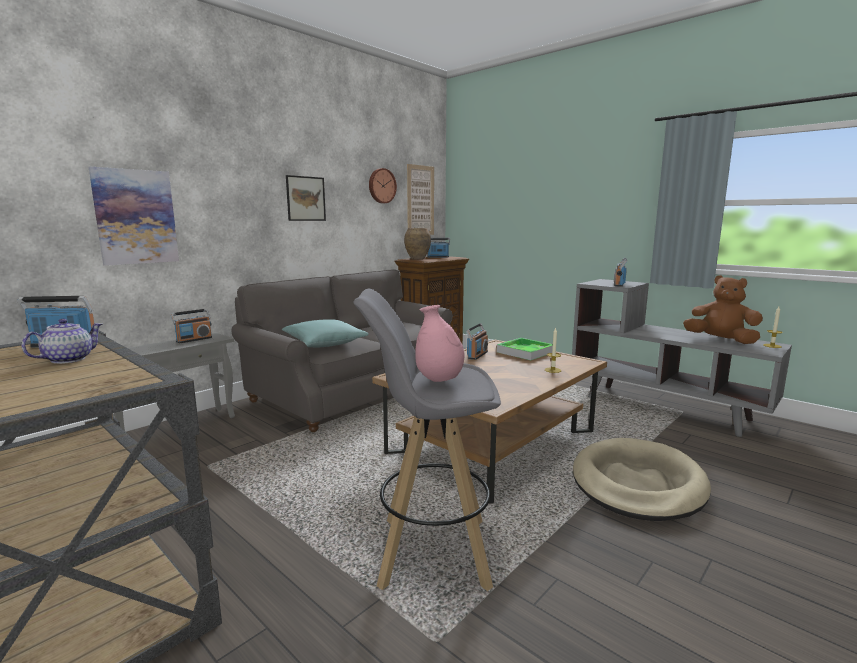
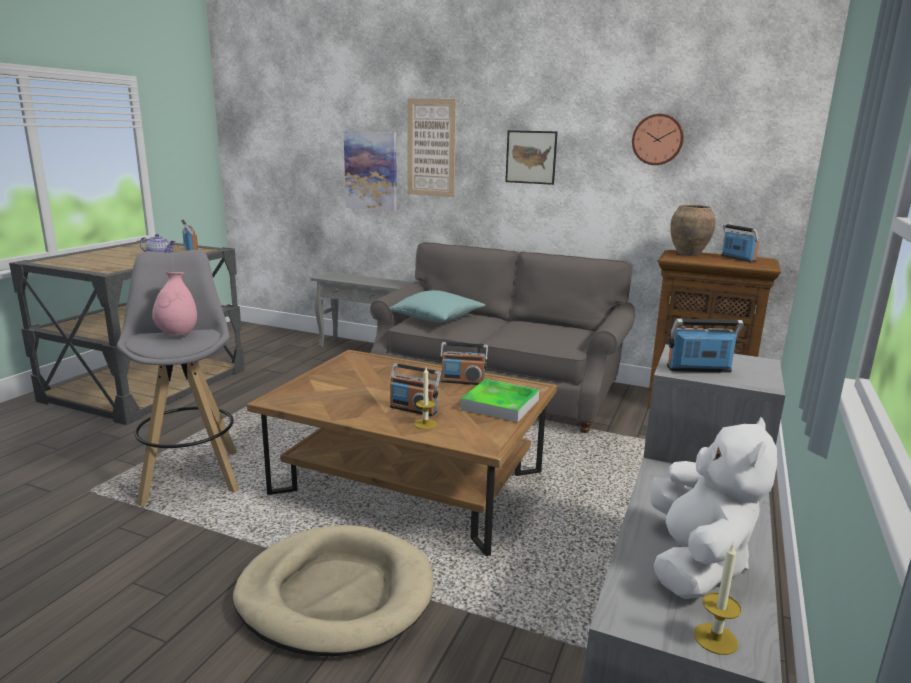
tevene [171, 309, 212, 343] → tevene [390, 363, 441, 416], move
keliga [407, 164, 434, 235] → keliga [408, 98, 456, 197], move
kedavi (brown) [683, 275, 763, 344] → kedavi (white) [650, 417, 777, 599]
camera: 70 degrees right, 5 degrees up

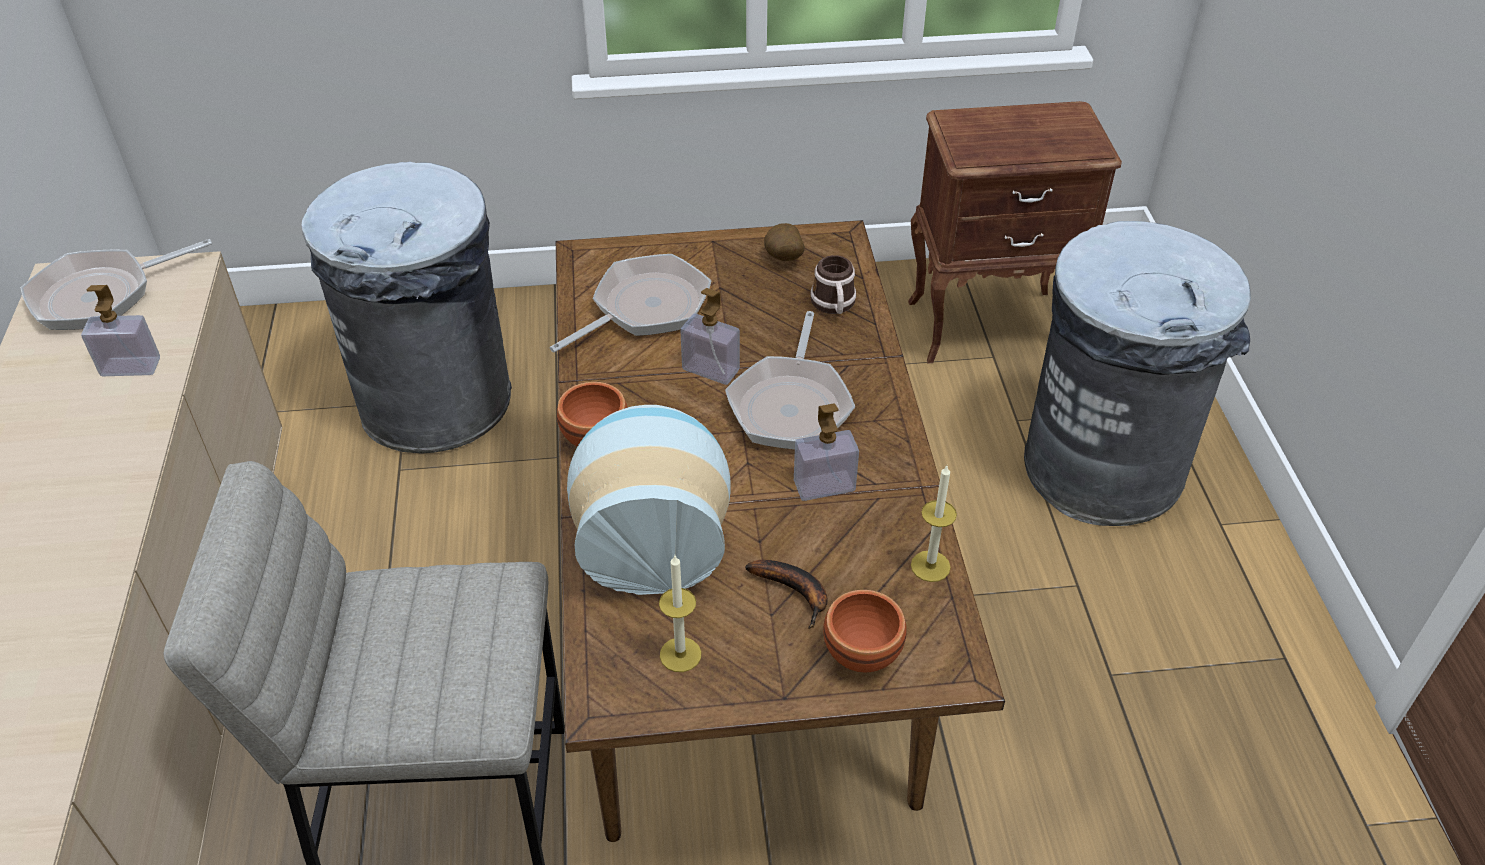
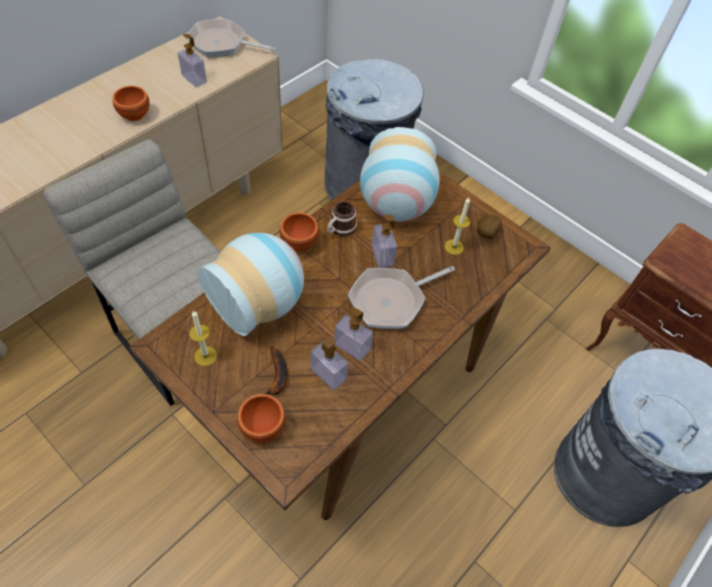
- → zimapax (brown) [113, 86, 150, 121]
- → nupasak [311, 336, 348, 390]
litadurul [810, 255, 856, 314] → litadurul [327, 201, 357, 236], move
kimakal [550, 254, 711, 352] → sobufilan [360, 127, 440, 222]
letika [911, 466, 957, 582] → letika [444, 197, 470, 255], move
camera: 45 degrees right, 10 degrees up

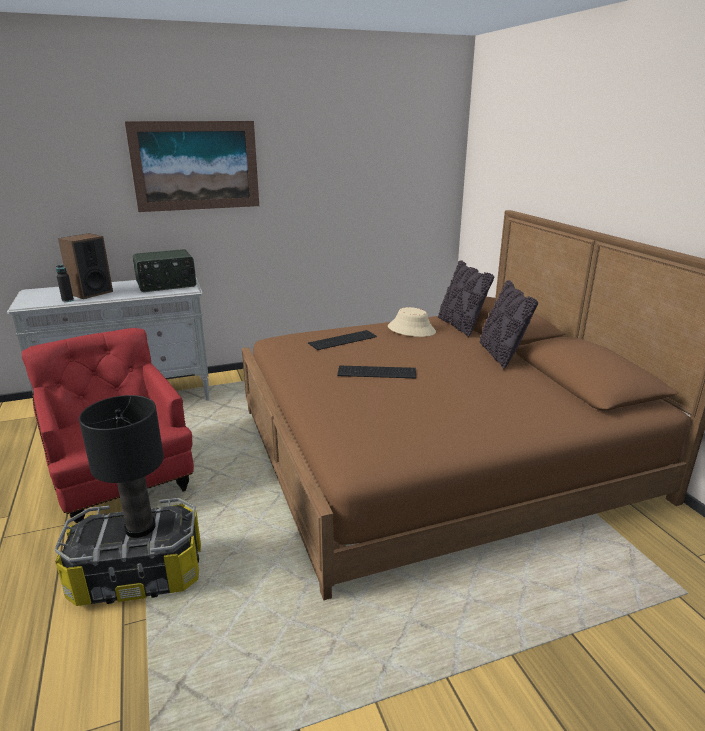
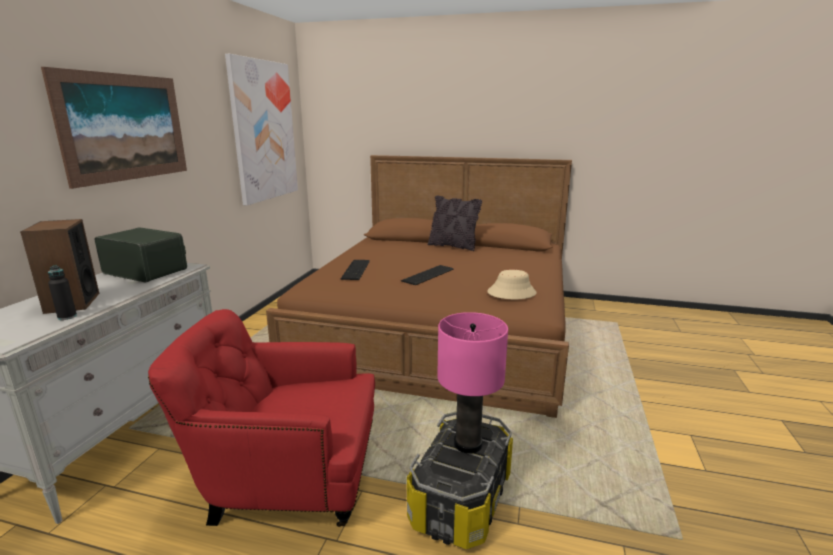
tevene [133, 249, 196, 292] → tevene [94, 227, 187, 282], 75 degrees counterclockwise
- → keliga [225, 54, 298, 205]
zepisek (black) [79, 395, 164, 538] → zepisek (pink) [437, 312, 508, 454]
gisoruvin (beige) [388, 307, 436, 337] → gisoruvin (beige) [487, 270, 537, 299], move
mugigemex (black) [438, 260, 494, 338] → -
camera: 55 degrees left, 5 degrees down

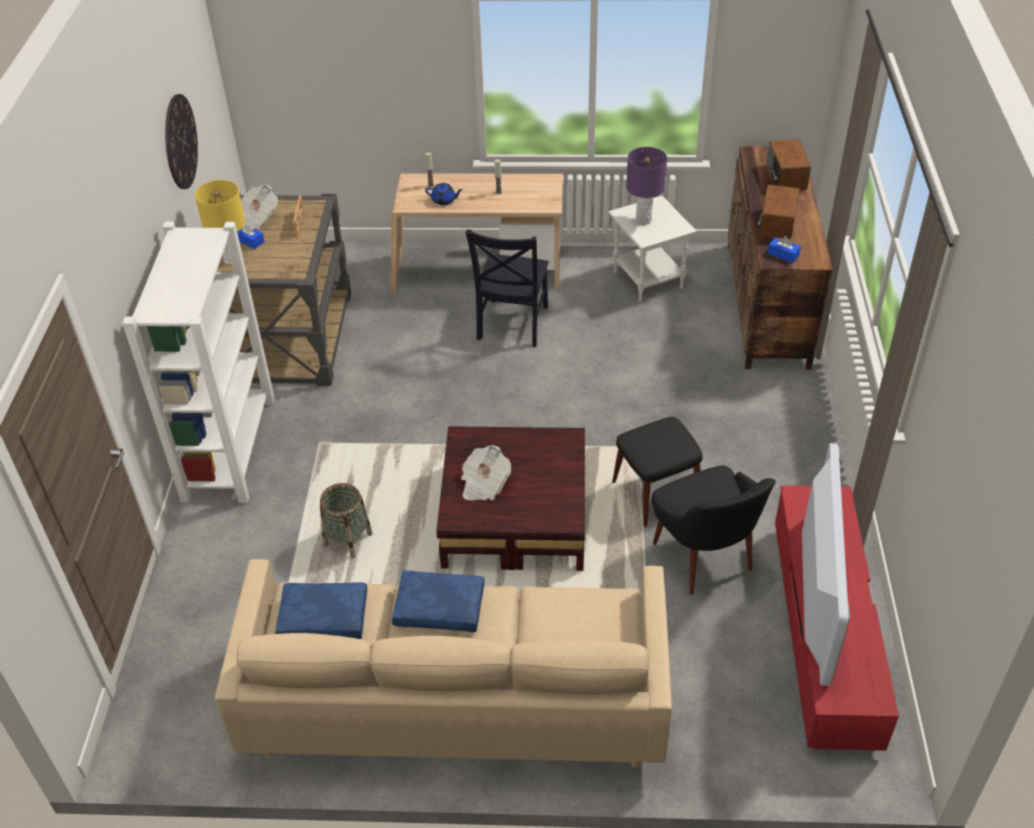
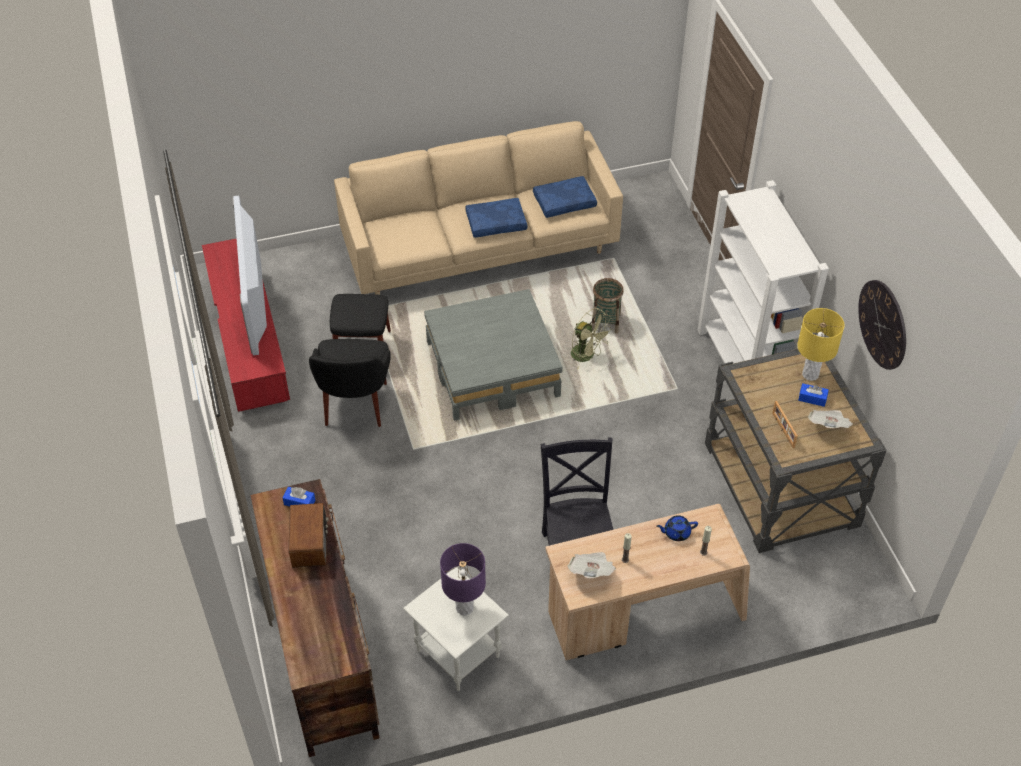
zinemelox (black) [612, 417, 776, 595] → zinemelox (black) [309, 294, 391, 427], 135 degrees counterclockwise
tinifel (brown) [436, 426, 585, 571] → tinifel (grey) [424, 289, 563, 421]
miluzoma [461, 445, 511, 501] → miluzoma [568, 552, 616, 578], move
- → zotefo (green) [571, 308, 613, 368]
tevene [766, 139, 811, 190] → -
camera: 160 degrees right, 5 degrees up

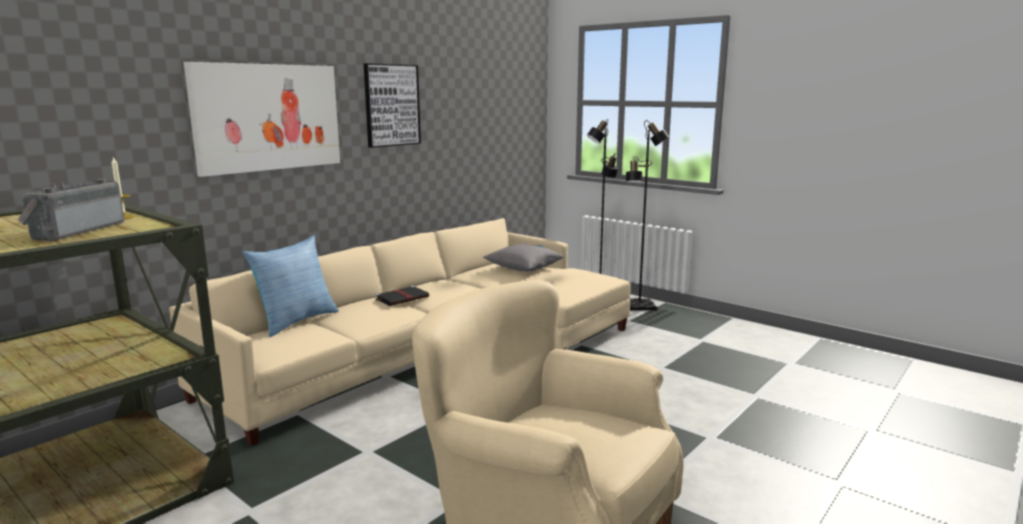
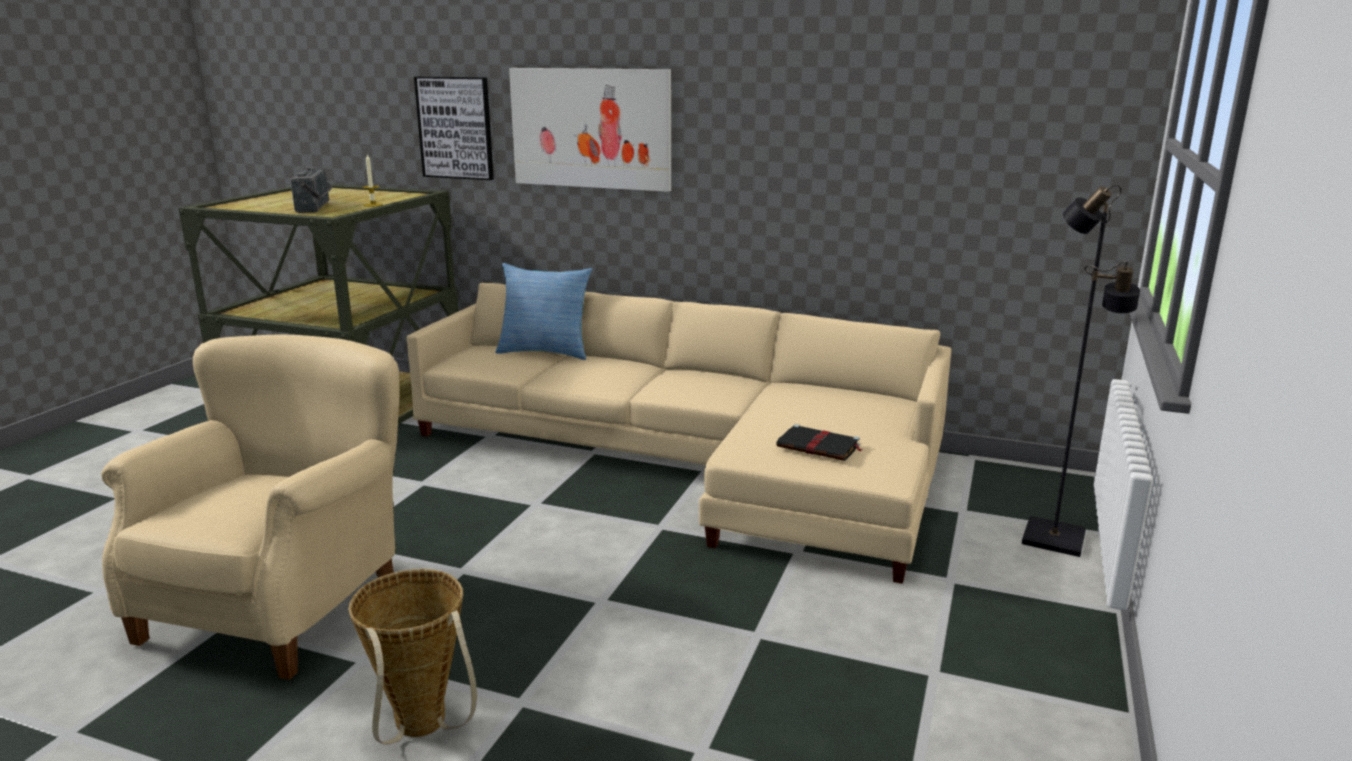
tevene [18, 179, 124, 241] → tevene [290, 167, 333, 213], 90 degrees clockwise
- → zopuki [349, 569, 477, 745]
keliga [364, 63, 421, 148] → keliga [414, 76, 494, 180], move
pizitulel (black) [375, 286, 429, 306] → pizitulel (black) [776, 424, 863, 461], move
mugigemex (grey) [483, 244, 564, 272] → -
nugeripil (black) [626, 120, 669, 311] → -
camera: 70 degrees right, 5 degrees up

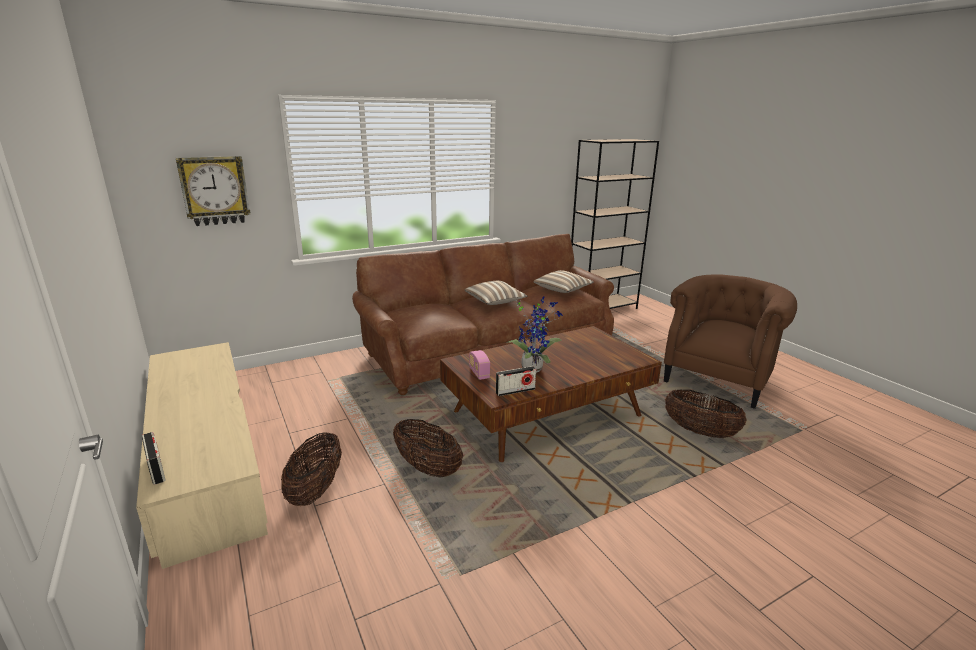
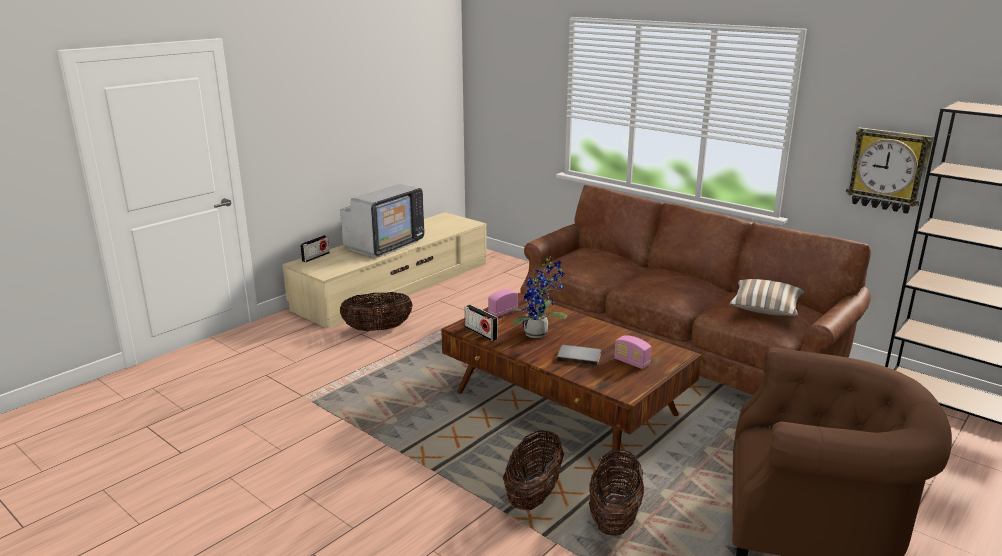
- → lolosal [340, 184, 424, 257]
zopuki [393, 419, 463, 477] → zopuki [503, 430, 564, 511], move
- → pizitulel (grey) [557, 345, 601, 366]
- → tevene [614, 335, 651, 369]
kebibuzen [176, 156, 250, 226] → kebibuzen [846, 127, 934, 214], move
mugigemex [465, 281, 527, 305] → -
camera: 70 degrees right, 0 degrees up

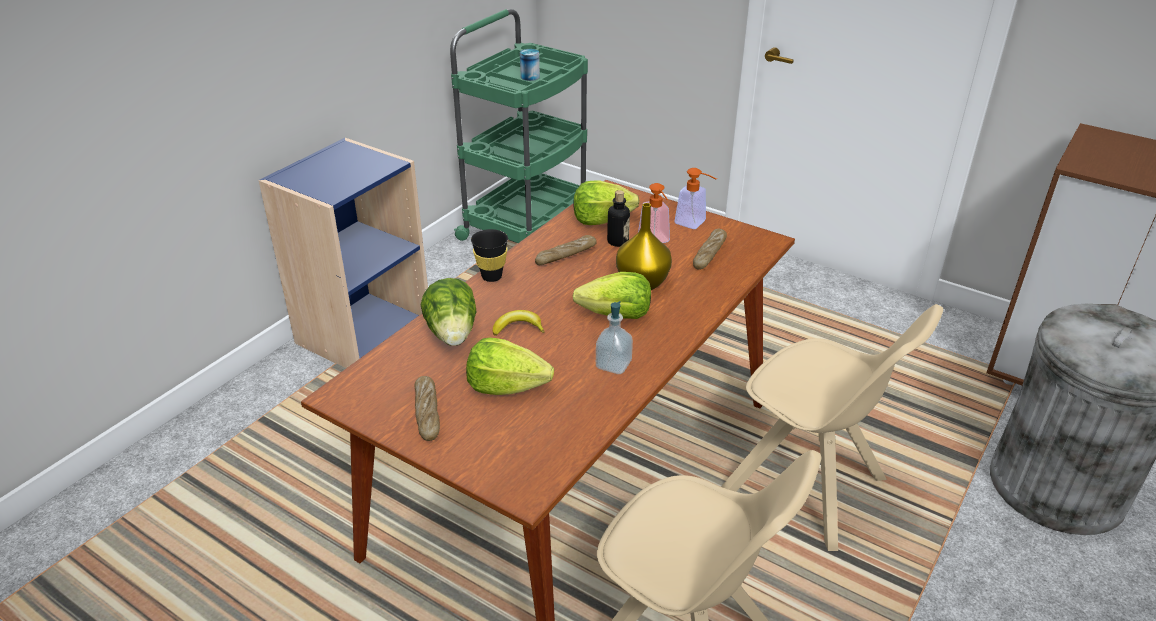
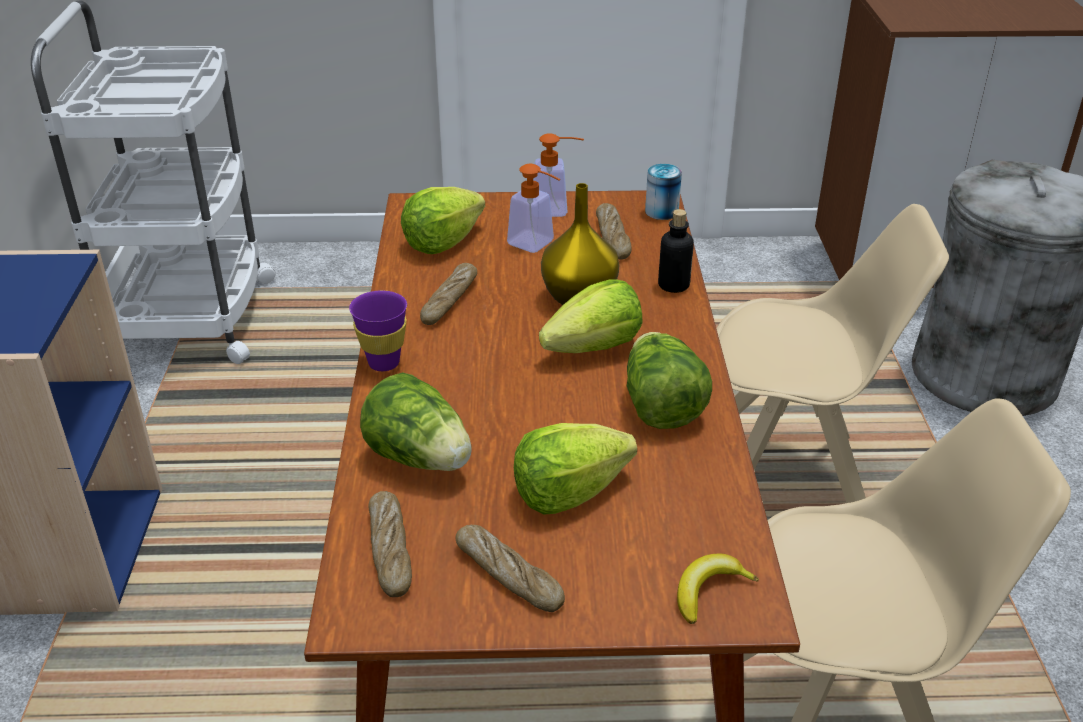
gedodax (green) [450, 9, 588, 243] → gedodax (white) [31, 1, 276, 364]
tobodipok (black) [471, 229, 508, 282] → tobodipok (purple) [349, 291, 407, 371]
- → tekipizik [368, 491, 412, 597]
nupasak [596, 301, 633, 374] → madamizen [627, 332, 712, 429]
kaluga [520, 49, 540, 81] → kaluga [645, 164, 682, 220], move
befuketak [607, 190, 630, 247] → befuketak [658, 209, 694, 293], move
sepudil [493, 310, 545, 336] → sepudil [677, 554, 759, 624], move
camera: 35 degrees left, 0 degrees up

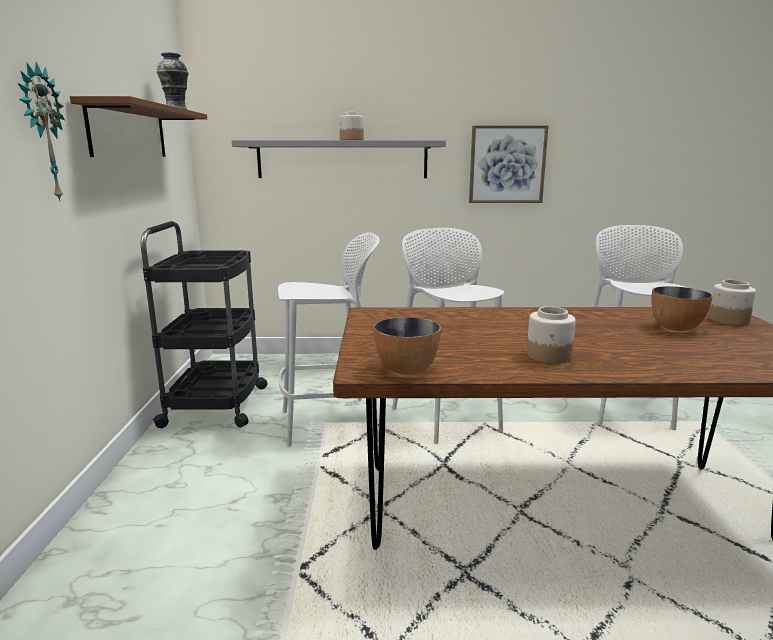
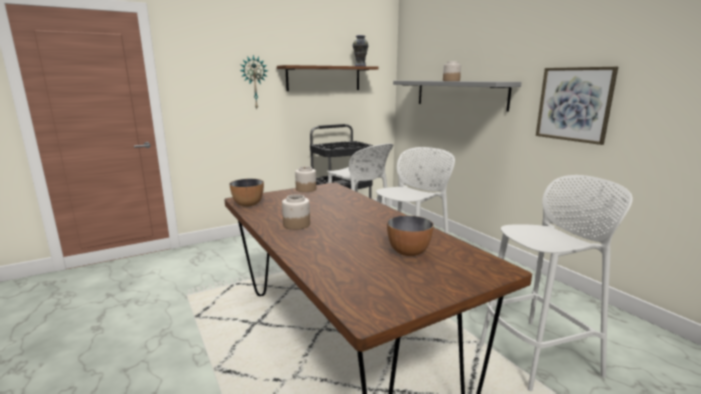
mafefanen [708, 280, 756, 325] → mafefanen [295, 166, 316, 192], move
camera: 60 degrees right, 0 degrees up

